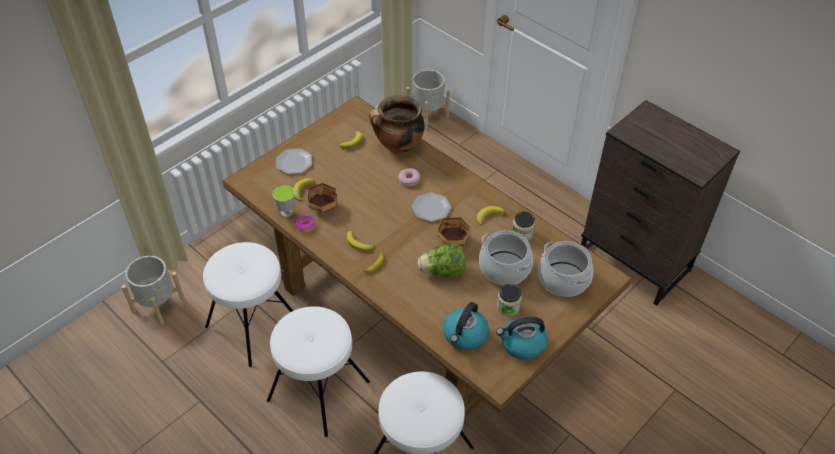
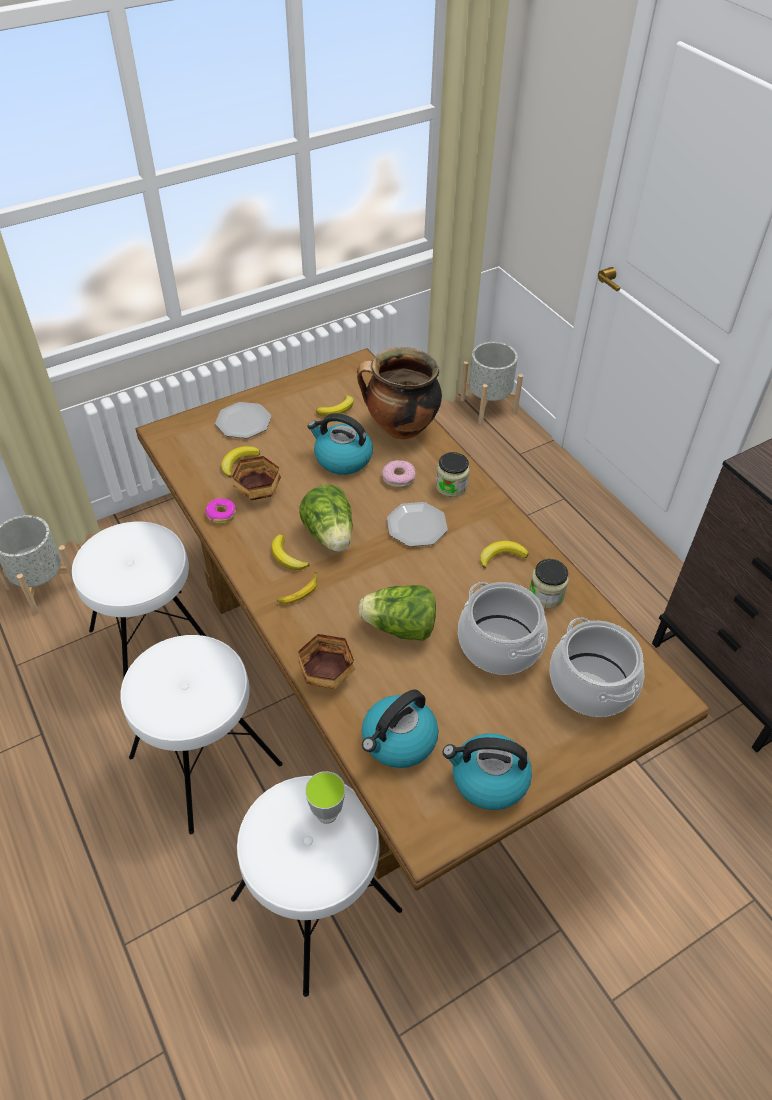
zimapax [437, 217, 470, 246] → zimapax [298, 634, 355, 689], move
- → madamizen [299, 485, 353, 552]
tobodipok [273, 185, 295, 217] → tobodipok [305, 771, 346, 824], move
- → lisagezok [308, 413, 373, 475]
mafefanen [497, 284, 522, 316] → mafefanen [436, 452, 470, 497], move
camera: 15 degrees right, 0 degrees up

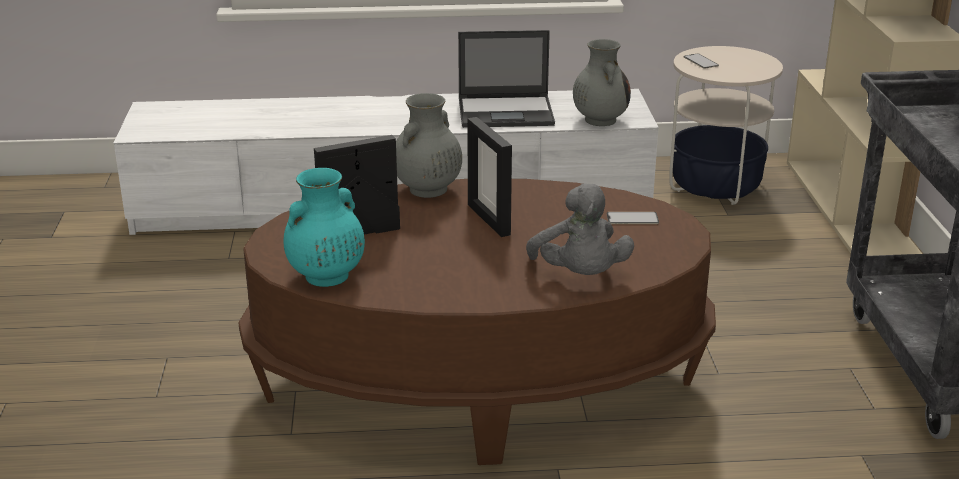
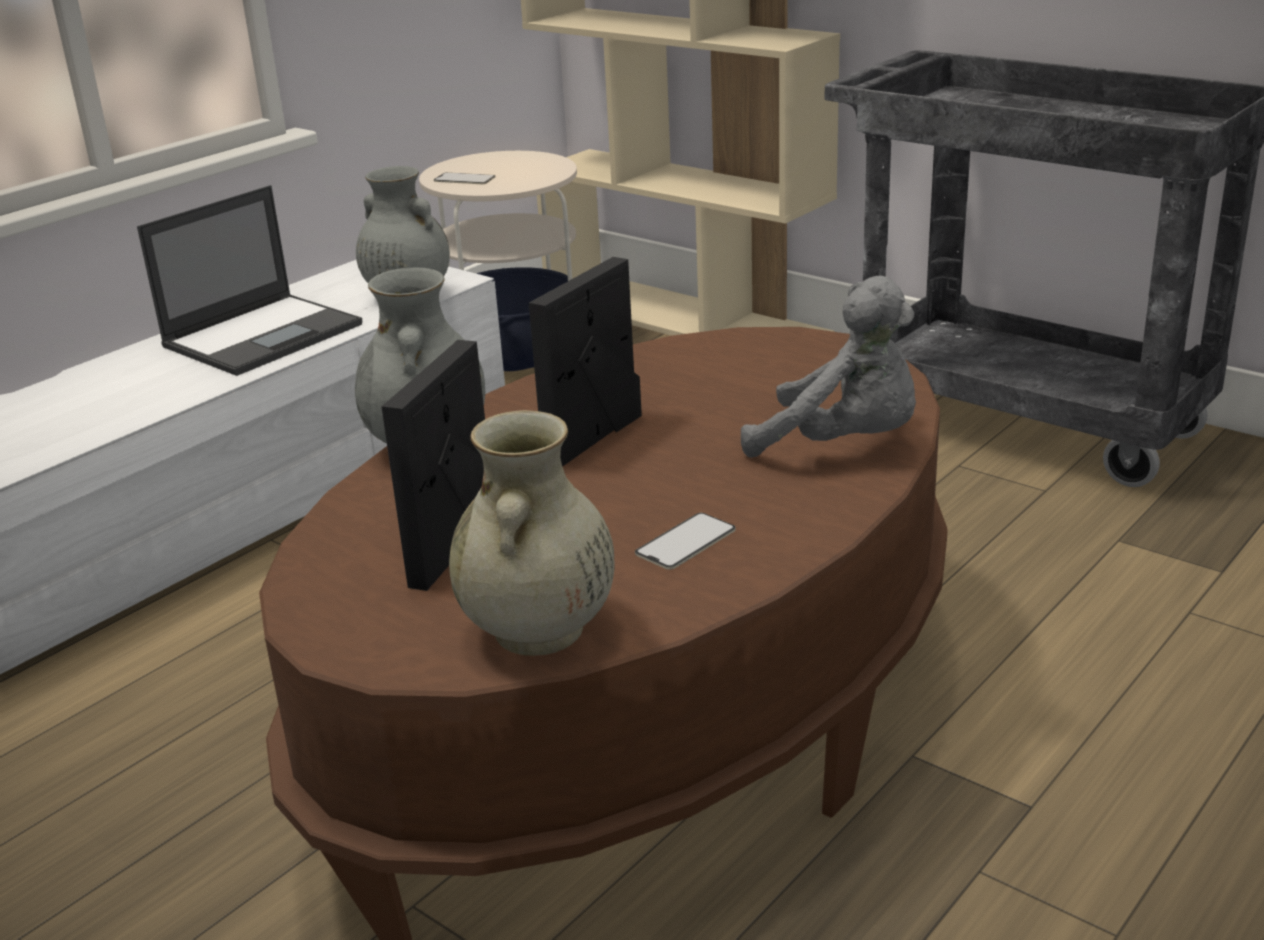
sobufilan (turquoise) [283, 168, 365, 287] → sobufilan (beige) [449, 410, 615, 656]
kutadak [467, 117, 512, 237] → kutadak [529, 257, 642, 467], 105 degrees clockwise
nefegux [607, 212, 659, 224] → nefegux [635, 513, 736, 570], move
camera: 45 degrees left, 0 degrees up

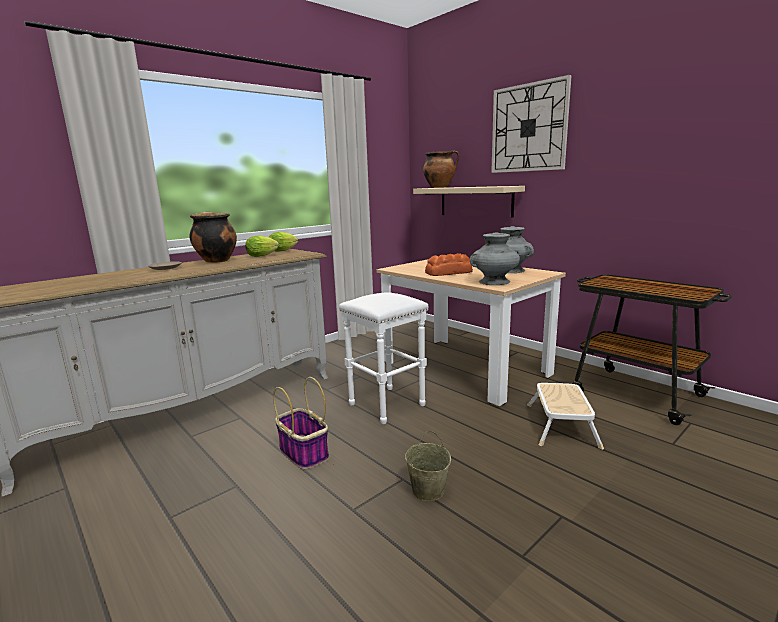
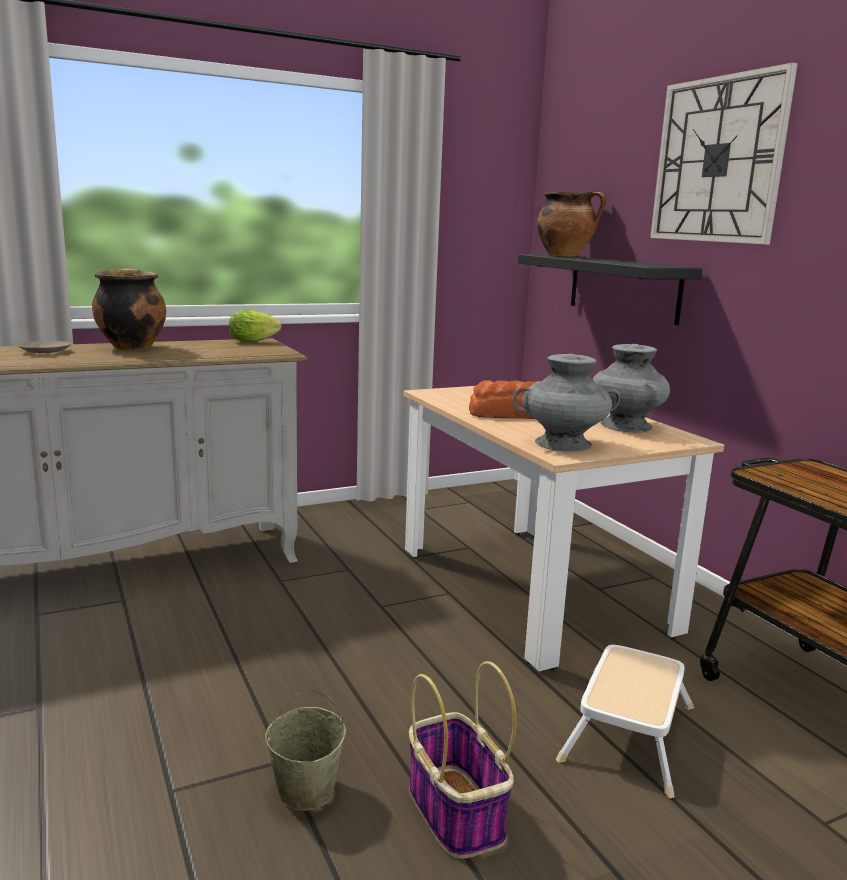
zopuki [273, 377, 329, 469] → zopuki [409, 661, 516, 858], move
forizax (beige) [413, 186, 525, 218] → forizax (black) [518, 254, 702, 325]
madamizen [245, 236, 279, 257] → -
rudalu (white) [339, 292, 428, 424] → -
camera: 15 degrees right, 0 degrees up

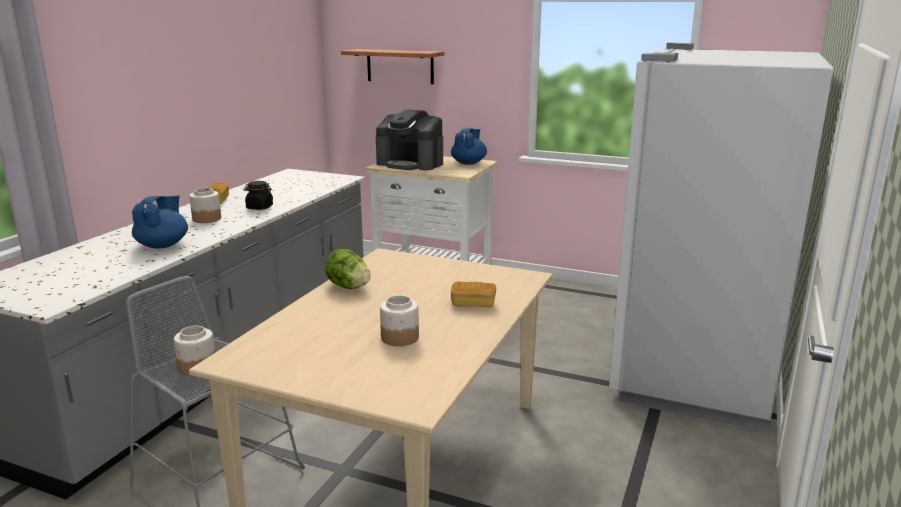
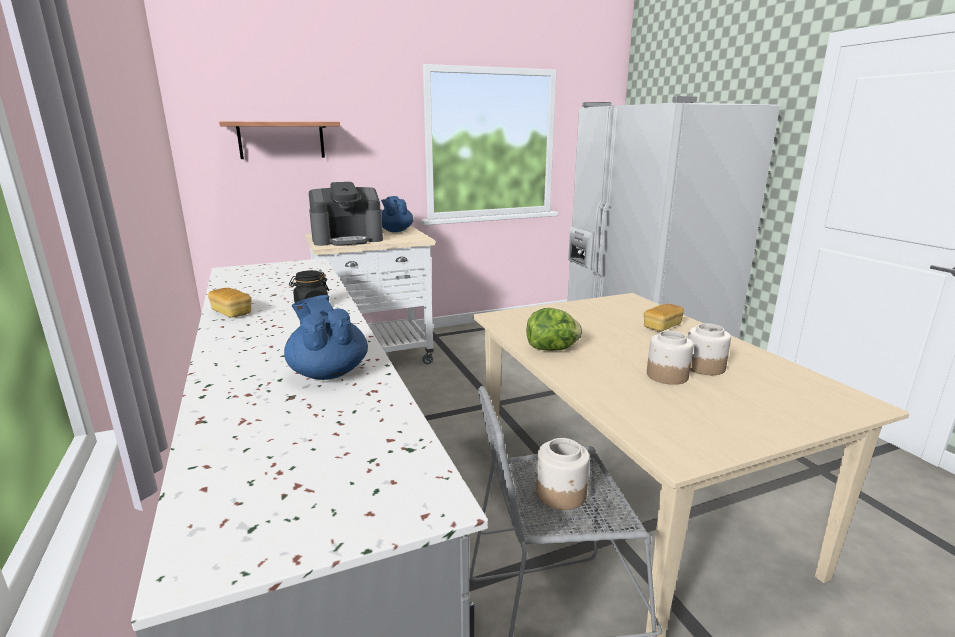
mafefanen [189, 188, 221, 223] → mafefanen [647, 331, 694, 385], move
camera: 45 degrees left, 0 degrees up

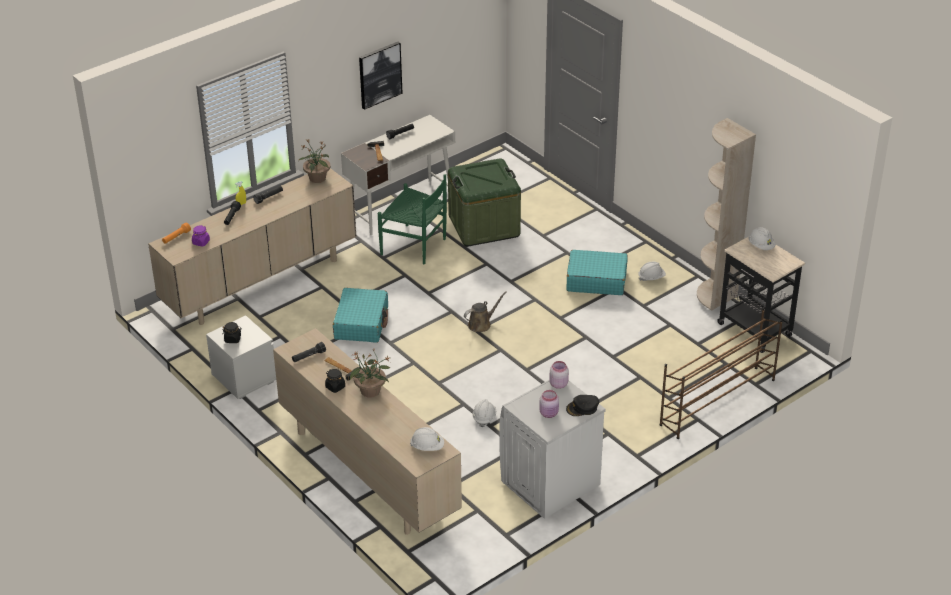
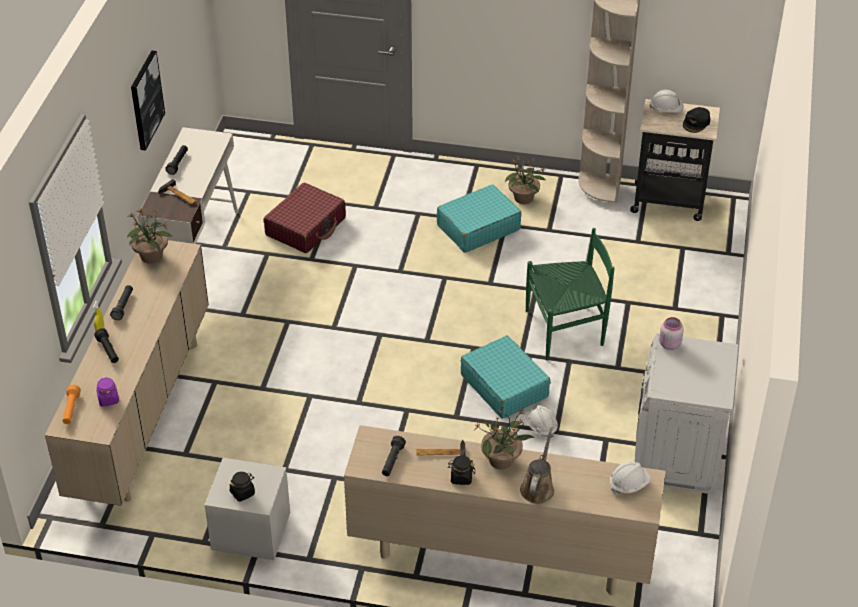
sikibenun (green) [448, 158, 521, 246] → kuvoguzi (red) [264, 183, 346, 253]
kuvoguzi (turquoise) [333, 288, 388, 343] → kuvoguzi (turquoise) [460, 335, 551, 419], move
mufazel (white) [638, 262, 666, 281] → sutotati [505, 157, 546, 204]
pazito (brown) [464, 291, 507, 332] → pazito (brown) [520, 427, 554, 504], move
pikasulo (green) [378, 174, 447, 264] → pikasulo (green) [526, 228, 614, 361], move
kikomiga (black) [566, 395, 599, 416] → kikomiga (black) [683, 107, 710, 133], move
mafefanen (pink) [539, 390, 559, 418] → -
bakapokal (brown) [660, 308, 783, 439] → -
camera: 40 degrees left, 5 degrees up

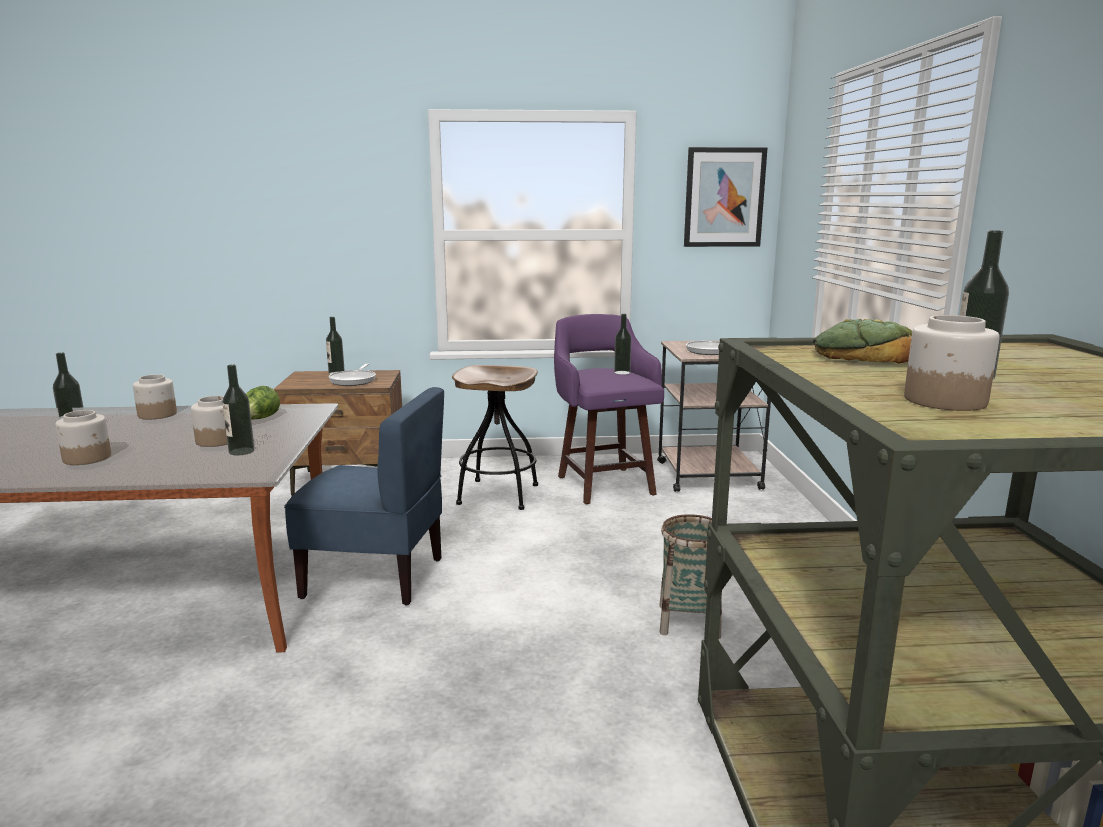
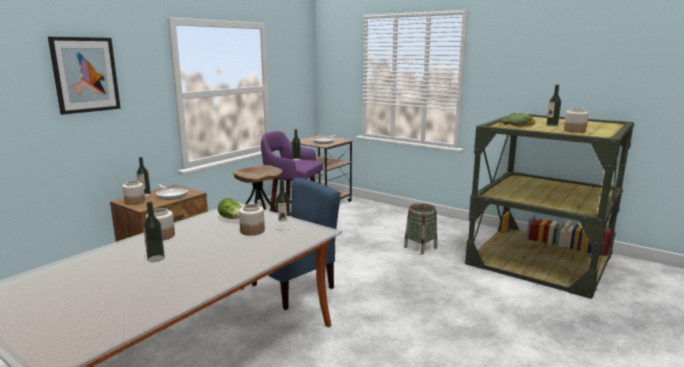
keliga [684, 147, 767, 247] → keliga [48, 37, 121, 115], move
mafefanen [55, 410, 111, 465] → mafefanen [122, 180, 145, 205], move
camera: 50 degrees left, 0 degrees up

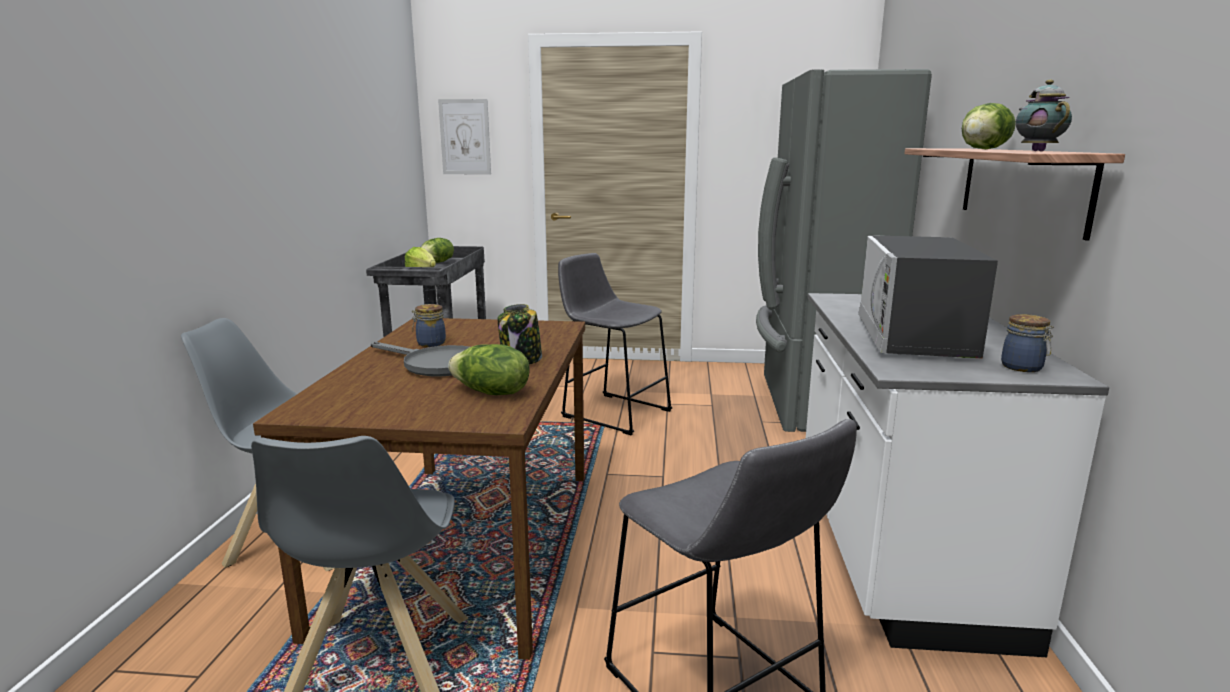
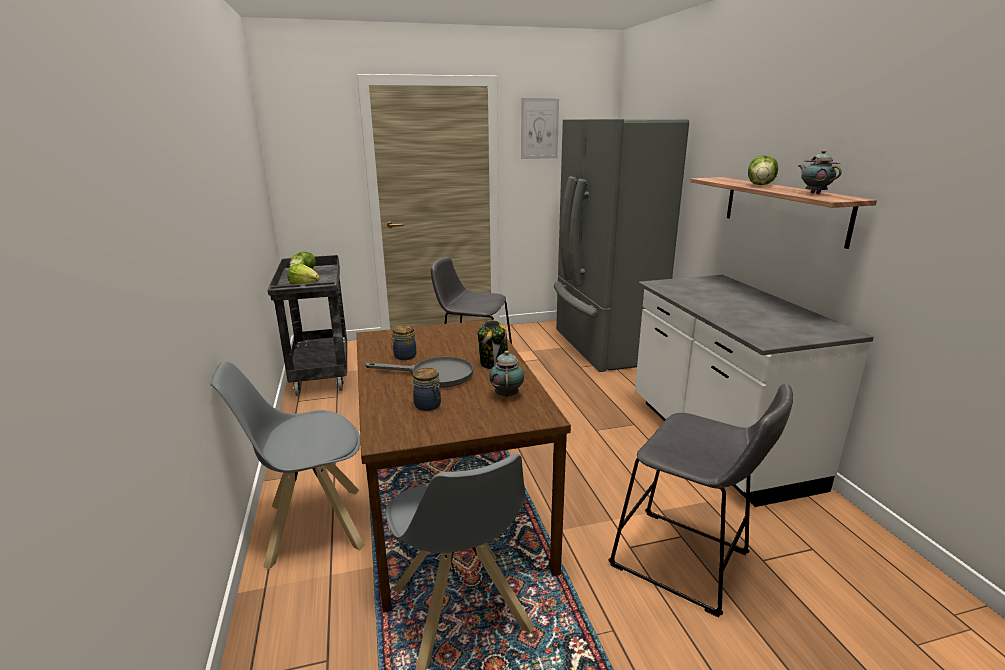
mafefanen [1001, 314, 1054, 372] → mafefanen [413, 368, 441, 411], move
madamizen [448, 344, 530, 395] → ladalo [489, 351, 524, 397]
keliga [438, 99, 491, 174] → keliga [521, 98, 559, 159], move
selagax [858, 235, 998, 359] → -
camera: 20 degrees left, 5 degrees up

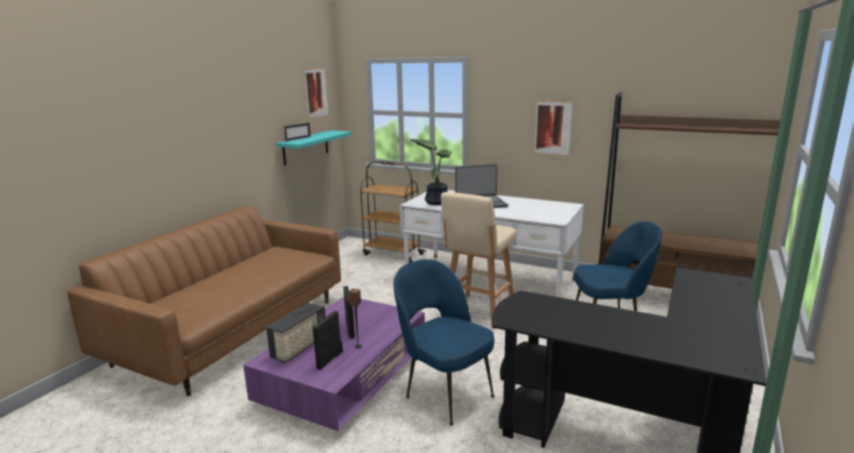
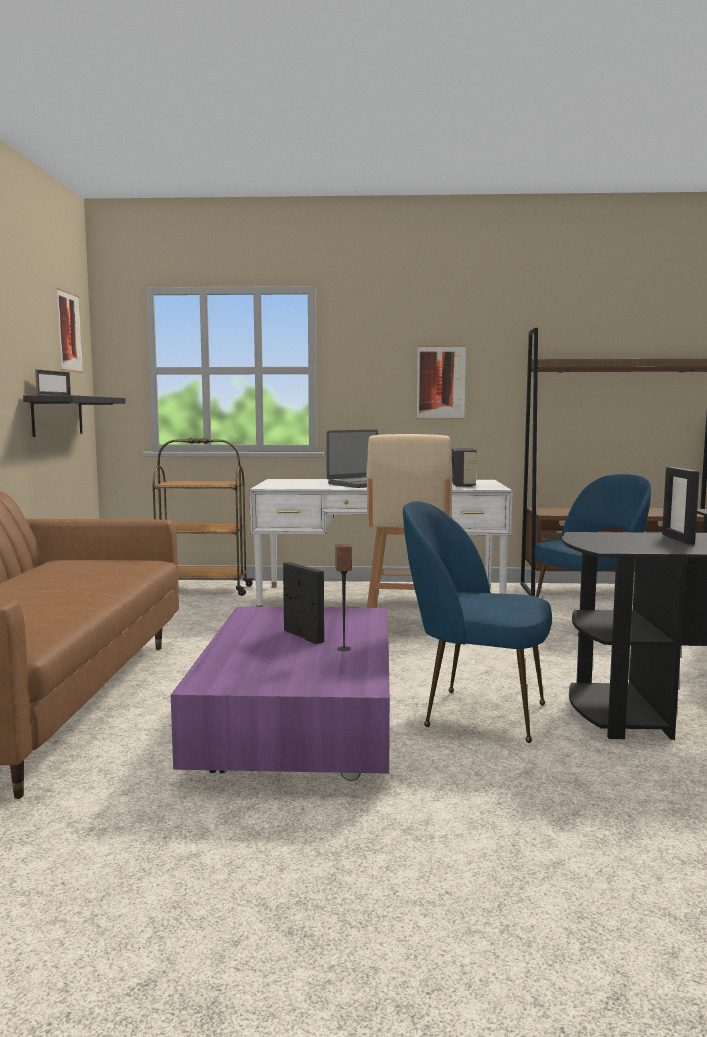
forizax (turquoise) [276, 130, 352, 165] → forizax (black) [23, 395, 126, 437]
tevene [266, 303, 325, 363] → tevene [452, 447, 478, 487], move
kutadak [313, 311, 343, 370] → kutadak [662, 467, 700, 544], move
sutotati [410, 139, 452, 205] → -
camera: 25 degrees left, 10 degrees down

